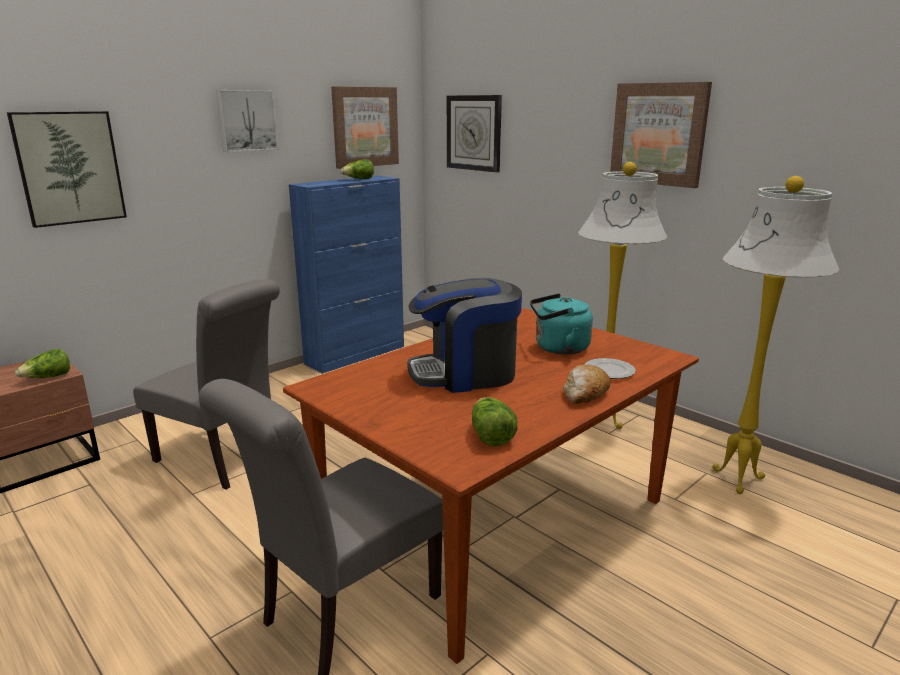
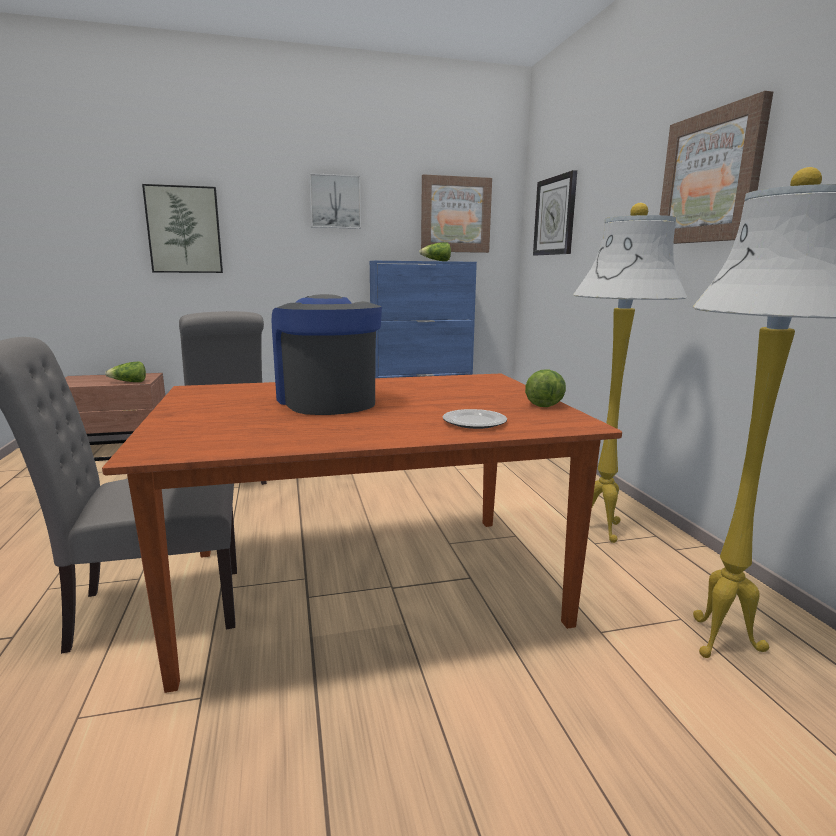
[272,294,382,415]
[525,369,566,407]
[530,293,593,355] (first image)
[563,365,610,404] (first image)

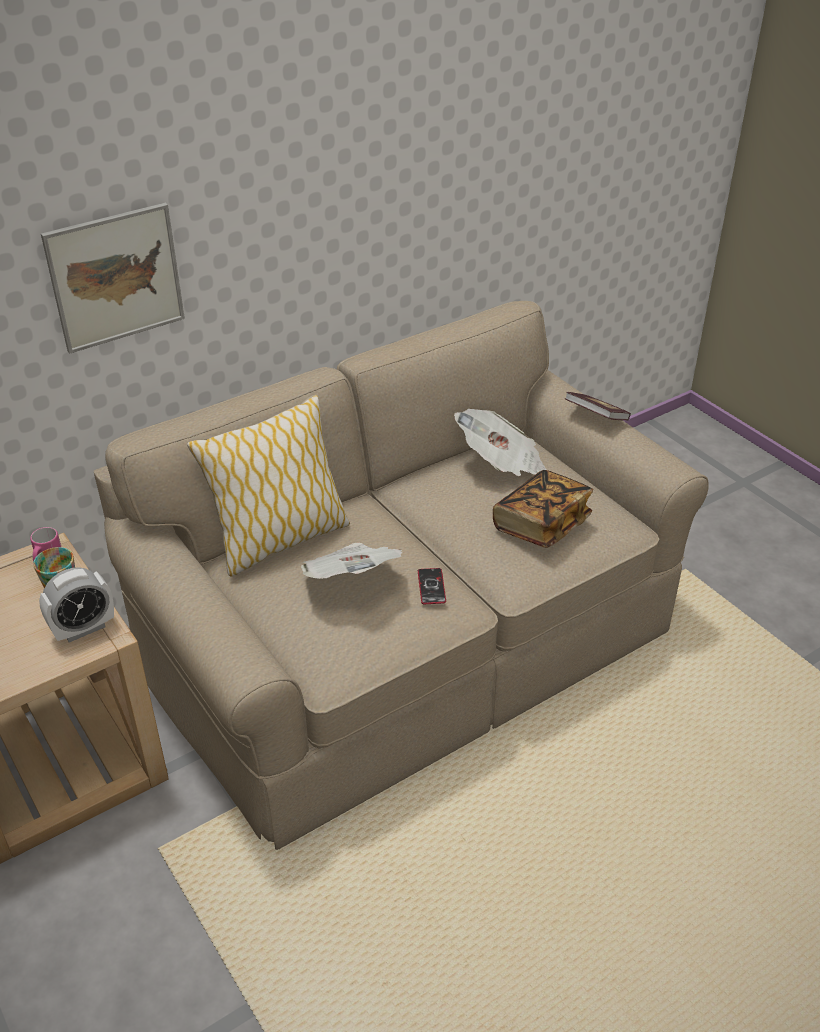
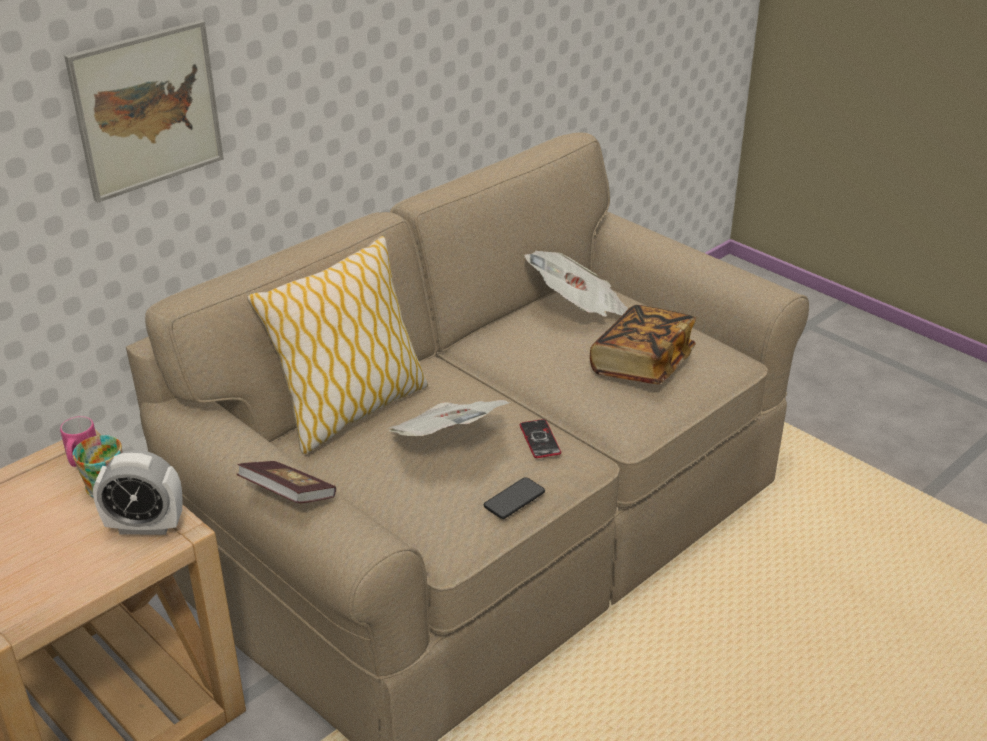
[93,450,183,535]
[237,461,336,503]
[484,477,545,519]

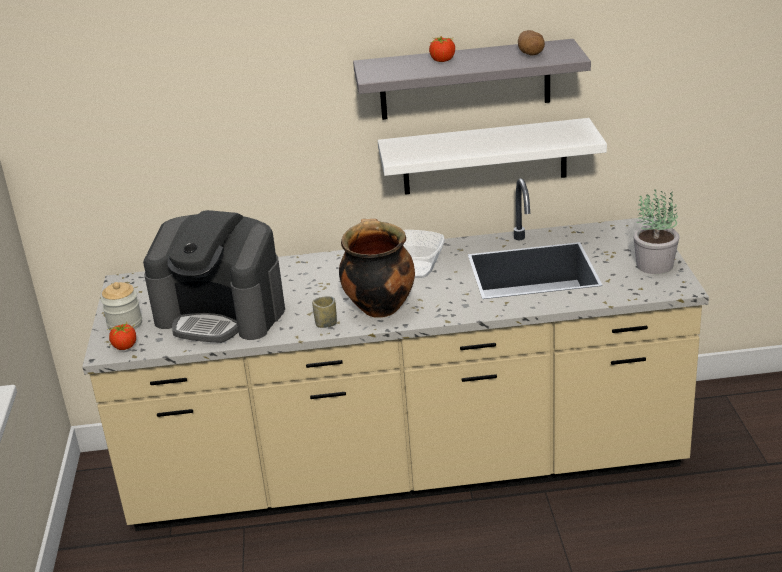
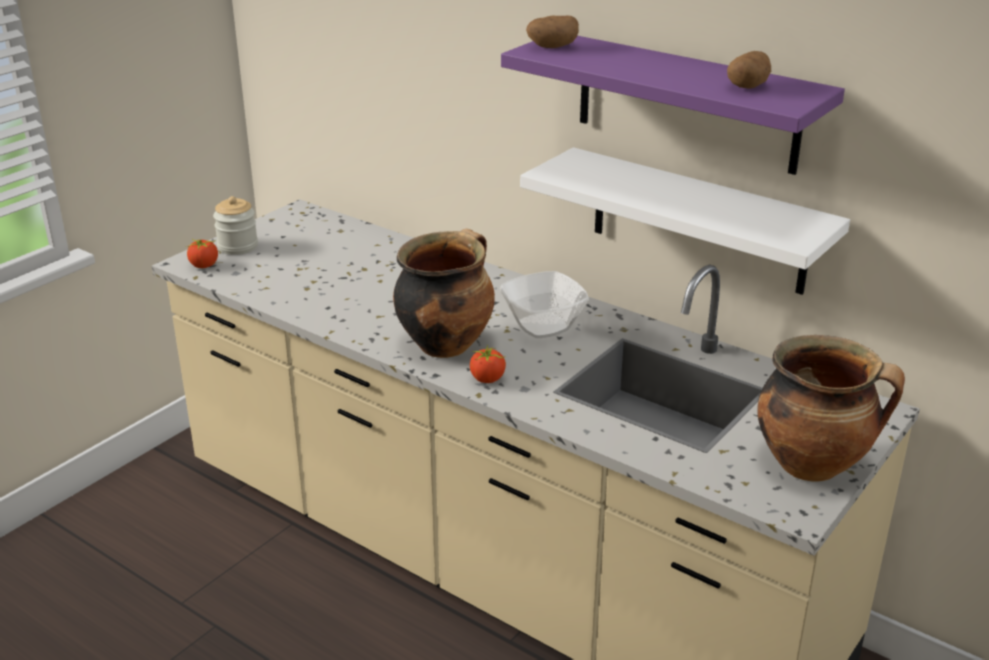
[143,210,285,343] (first image)
[312,296,337,328] (first image)
[501,36,845,175]
[470,344,506,383]
[757,335,905,482]
[526,16,579,48]

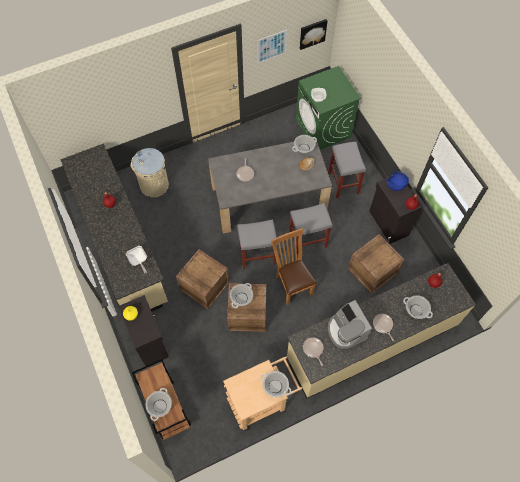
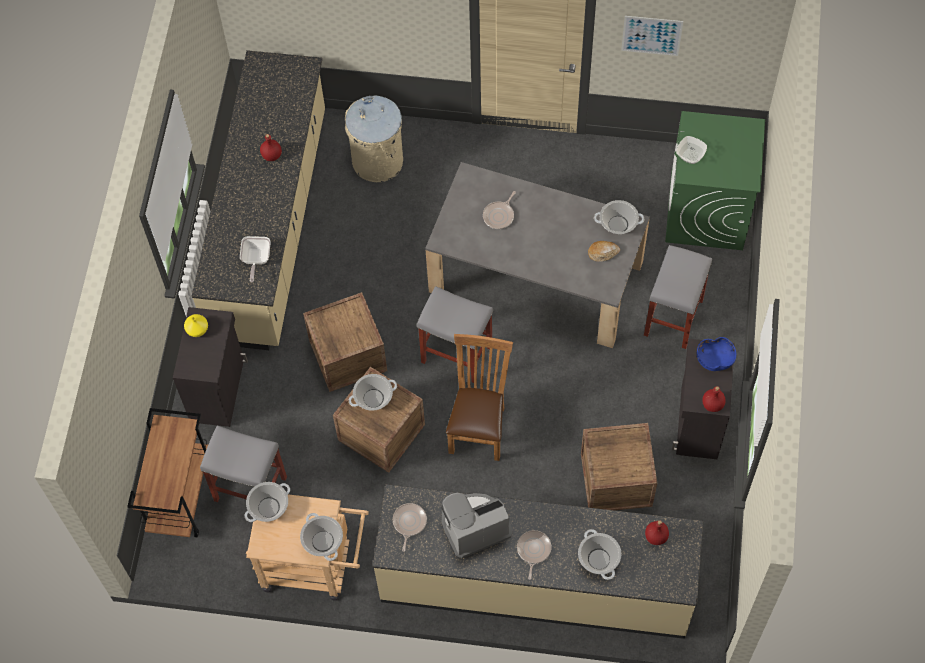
[244,482,290,522]
[200,425,287,502]
[300,19,328,50] (first image)
[441,493,513,558]

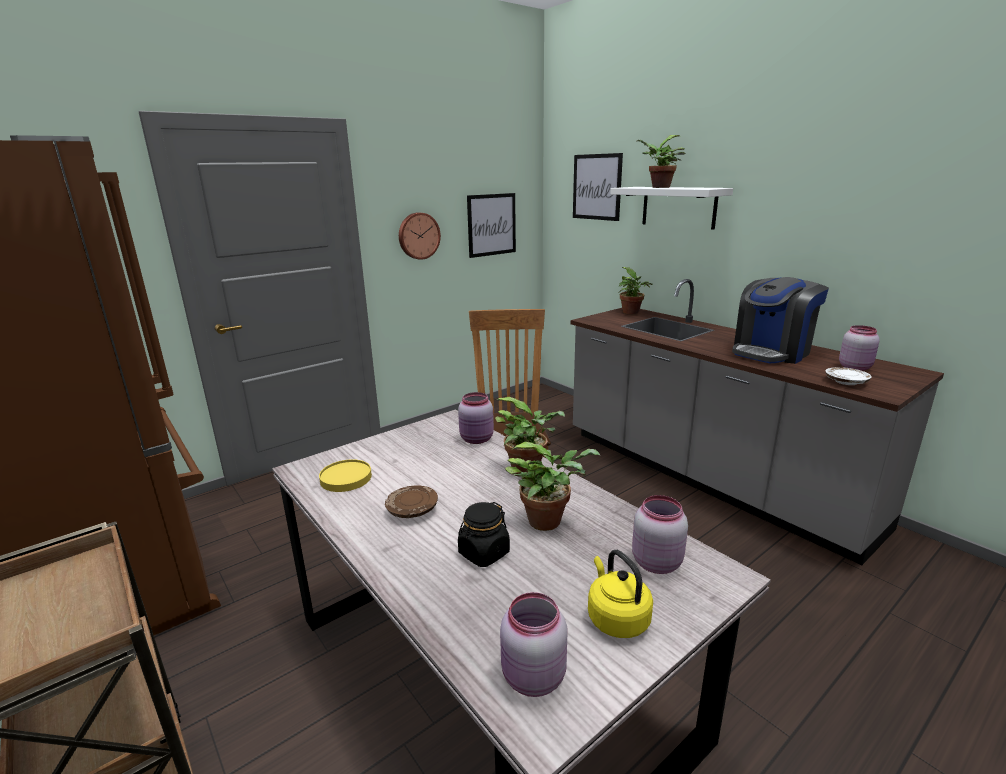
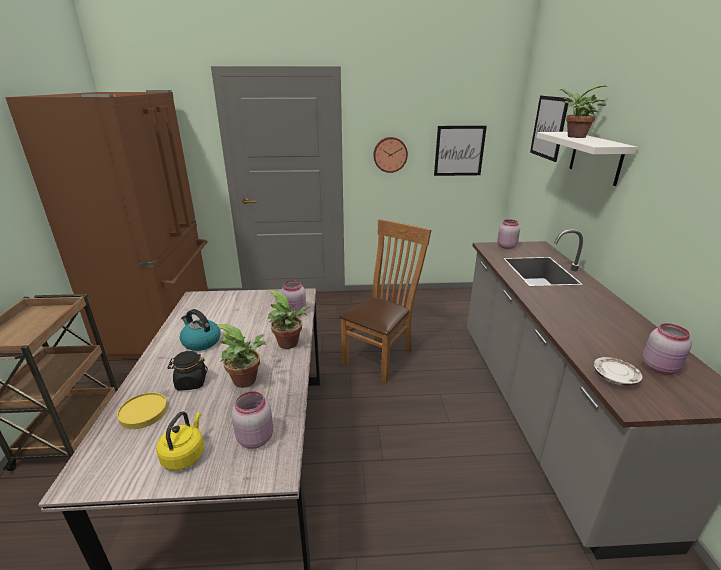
[117,392,168,429]
[180,309,221,351]
[497,219,520,249]
[619,267,652,314] (first image)
[732,277,829,364] (first image)

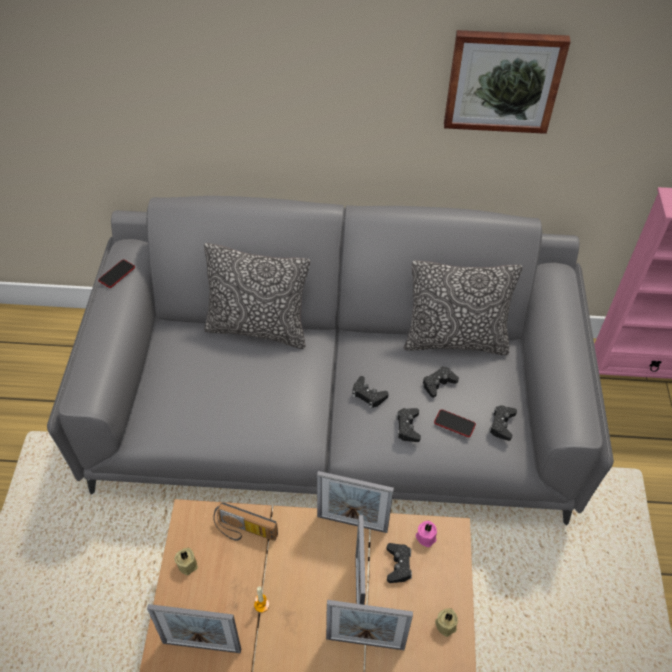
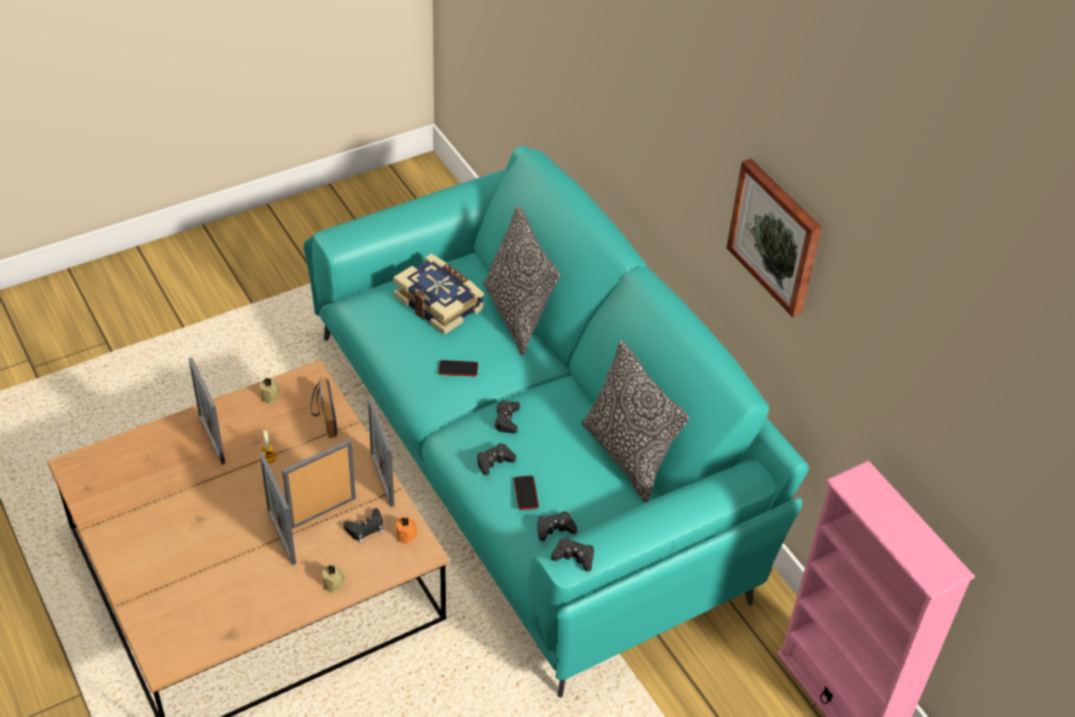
[304,146,809,698]
[439,360,478,376]
[396,517,418,544]
[551,537,594,571]
[393,254,484,335]

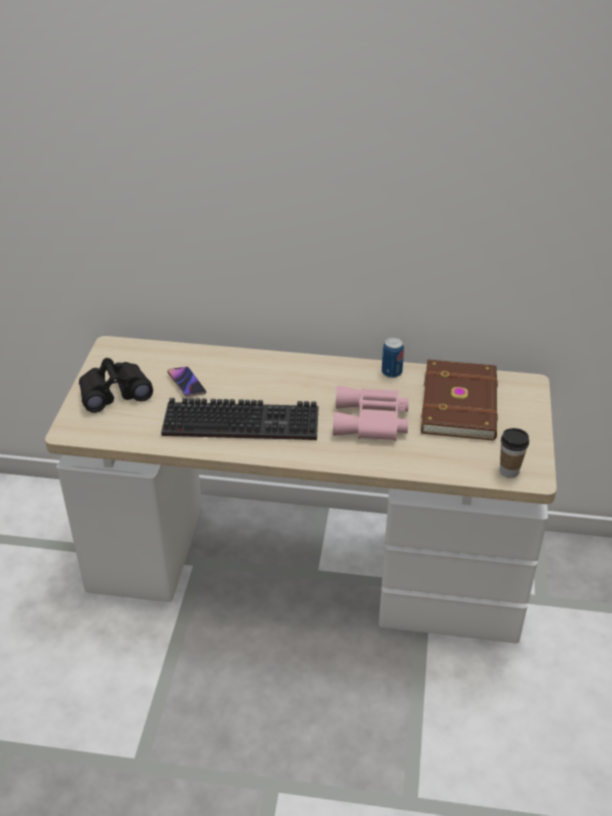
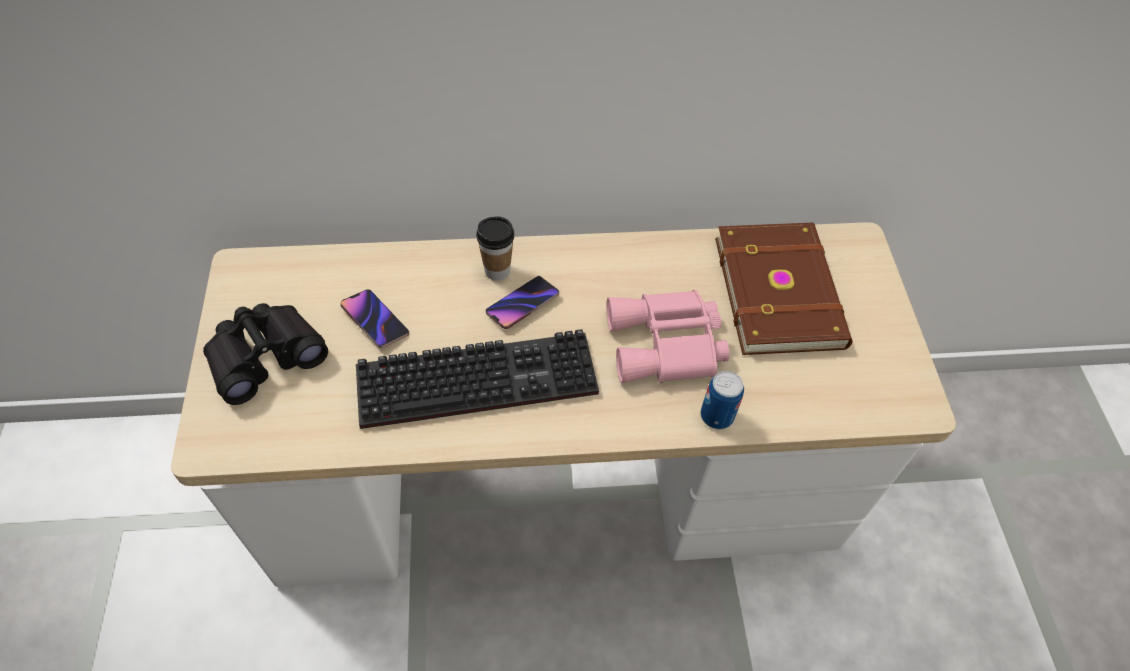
[701,371,744,429]
[476,216,514,281]
[485,276,559,329]

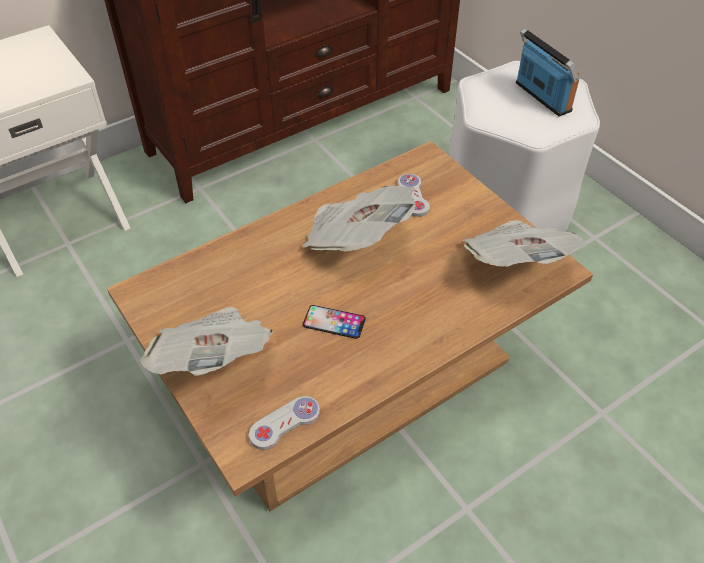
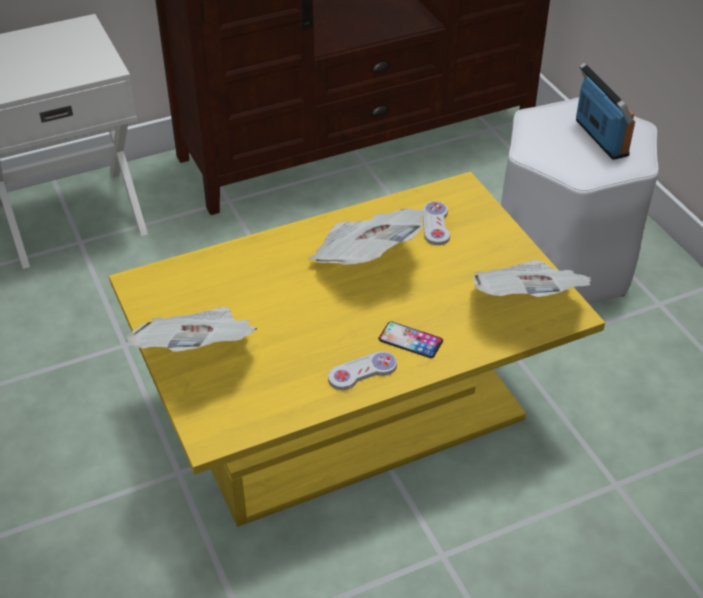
[109,172,605,527]
[328,351,397,390]
[378,322,443,358]

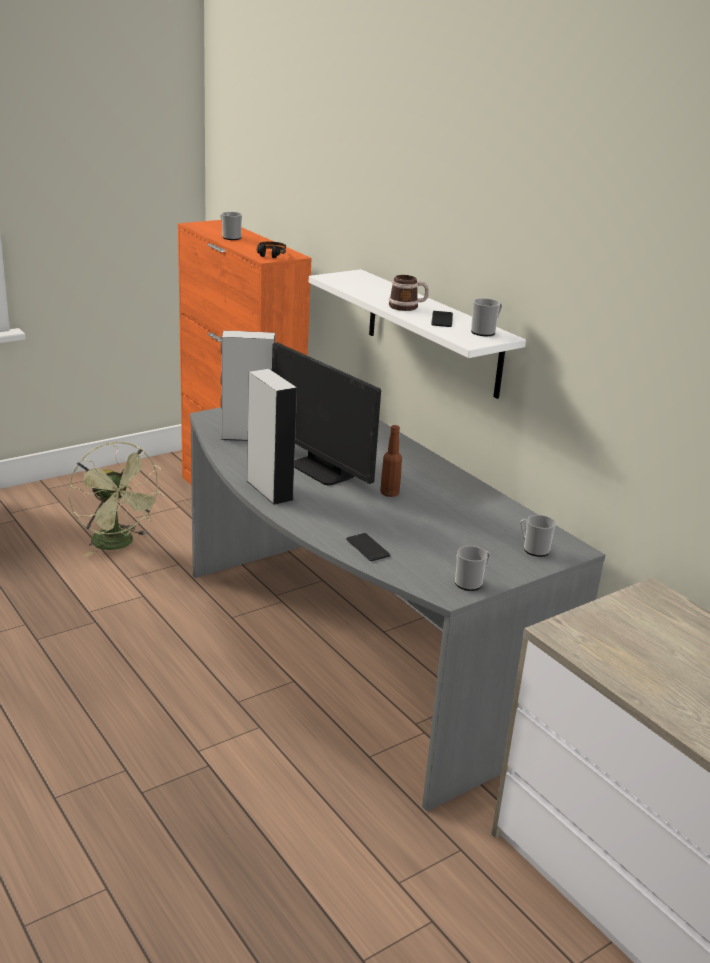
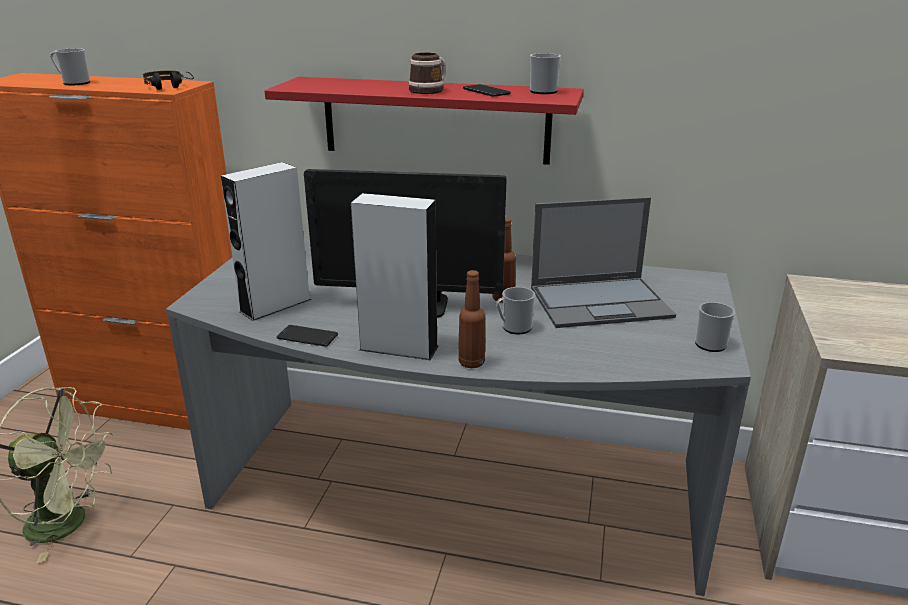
[265,77,584,165]
[277,325,338,347]
[496,287,535,334]
[458,270,485,368]
[531,197,676,328]

